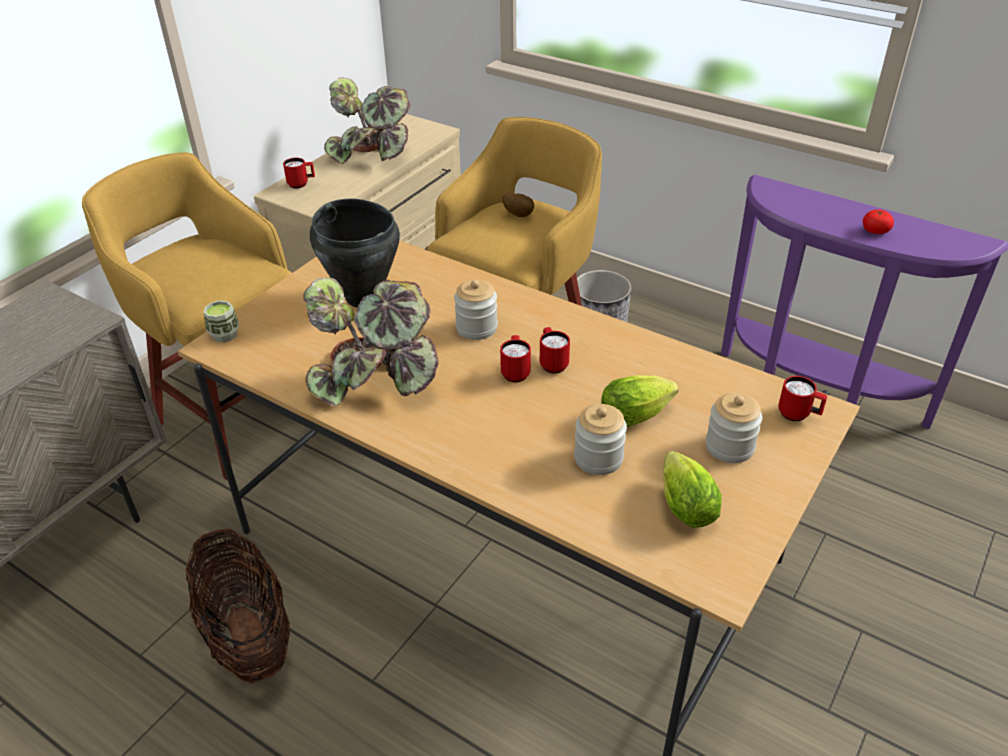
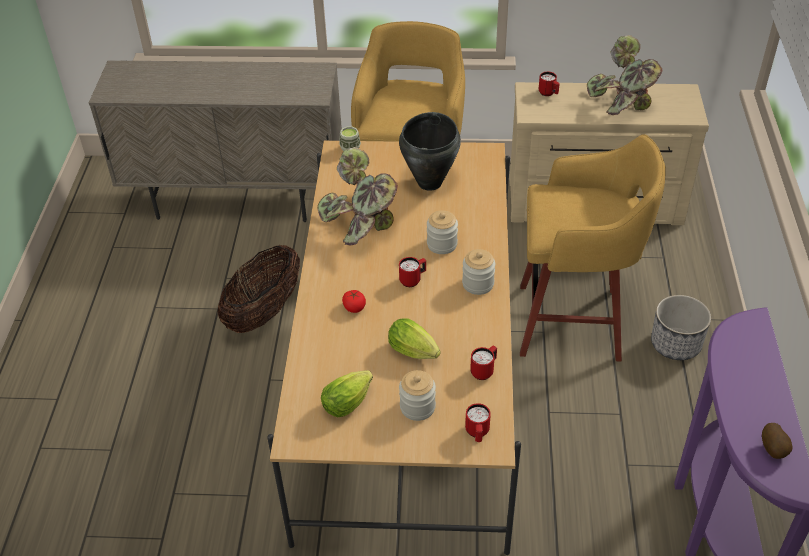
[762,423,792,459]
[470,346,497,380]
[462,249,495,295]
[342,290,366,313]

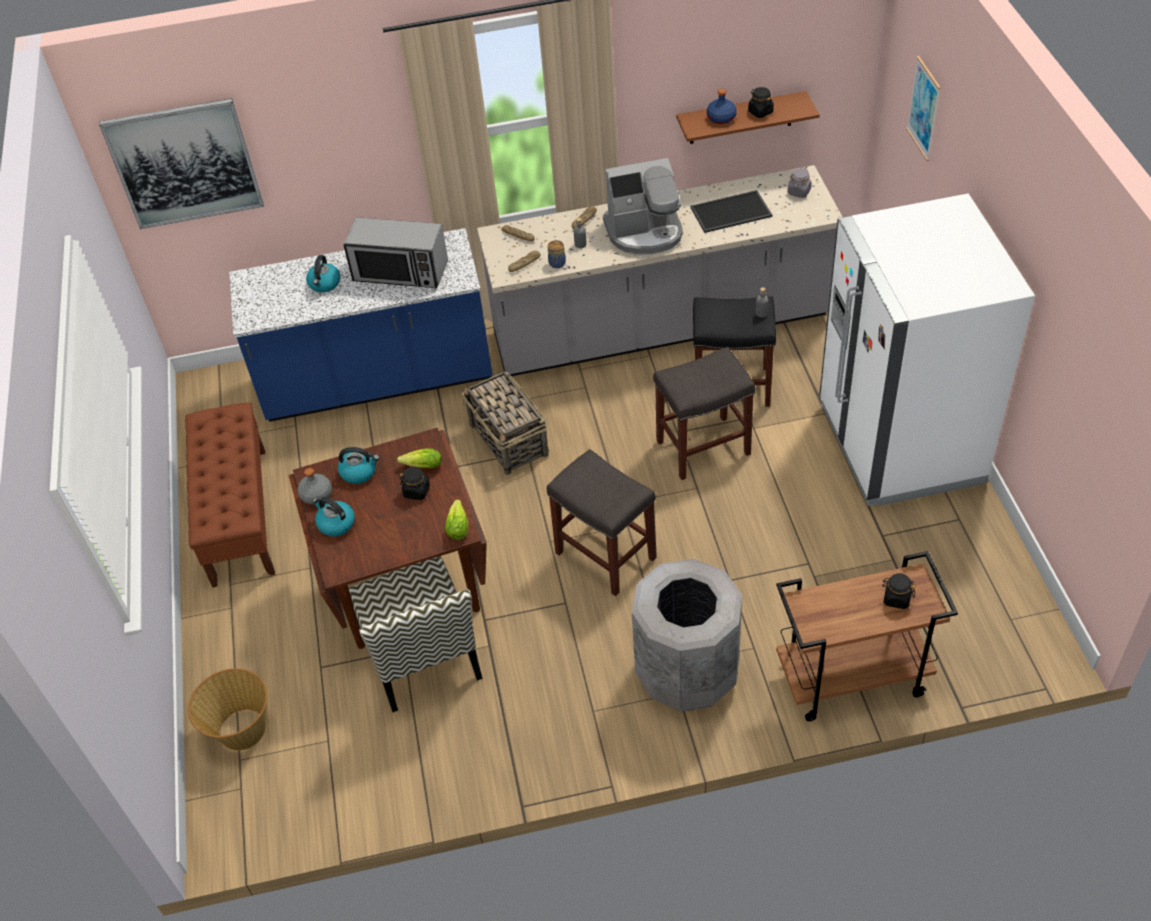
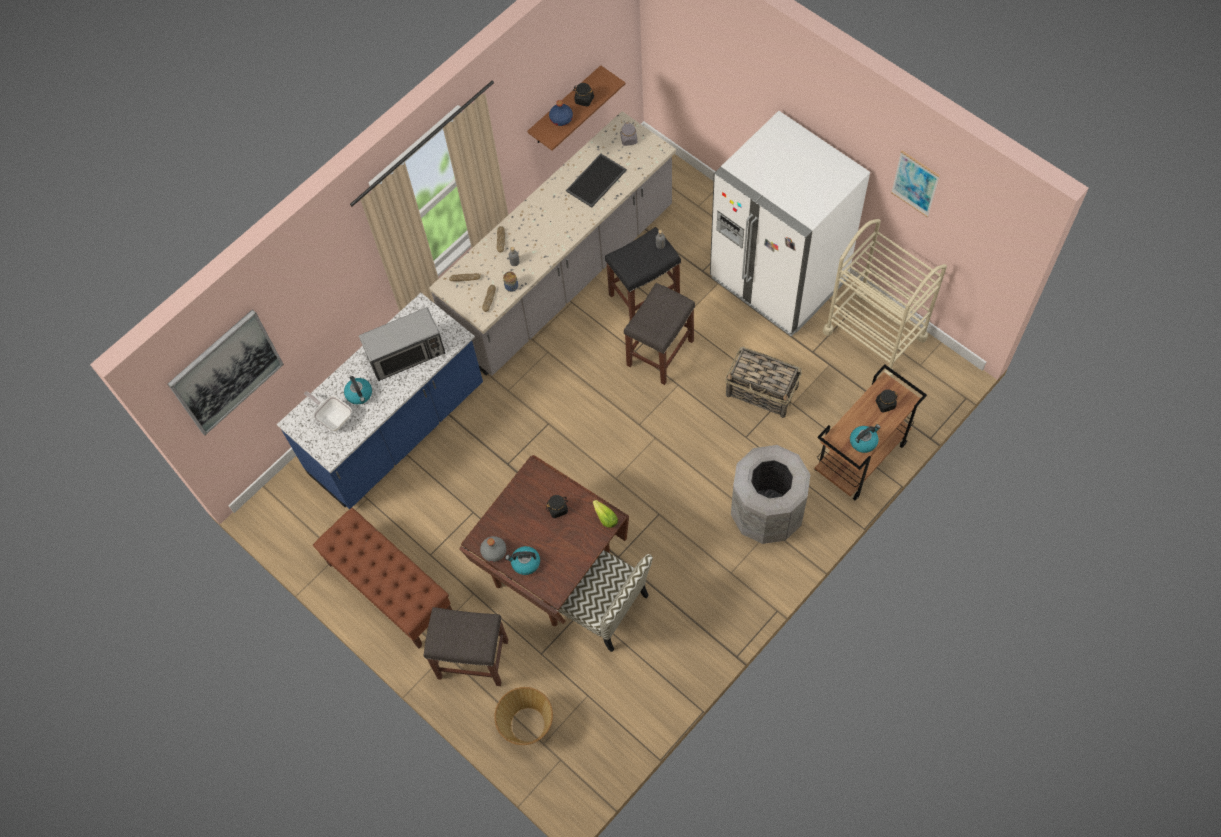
[850,424,880,453]
[397,448,442,468] (first image)
[725,347,802,418]
[424,607,508,686]
[603,158,683,255] (first image)
[891,151,940,217]
[304,391,352,431]
[822,219,947,377]

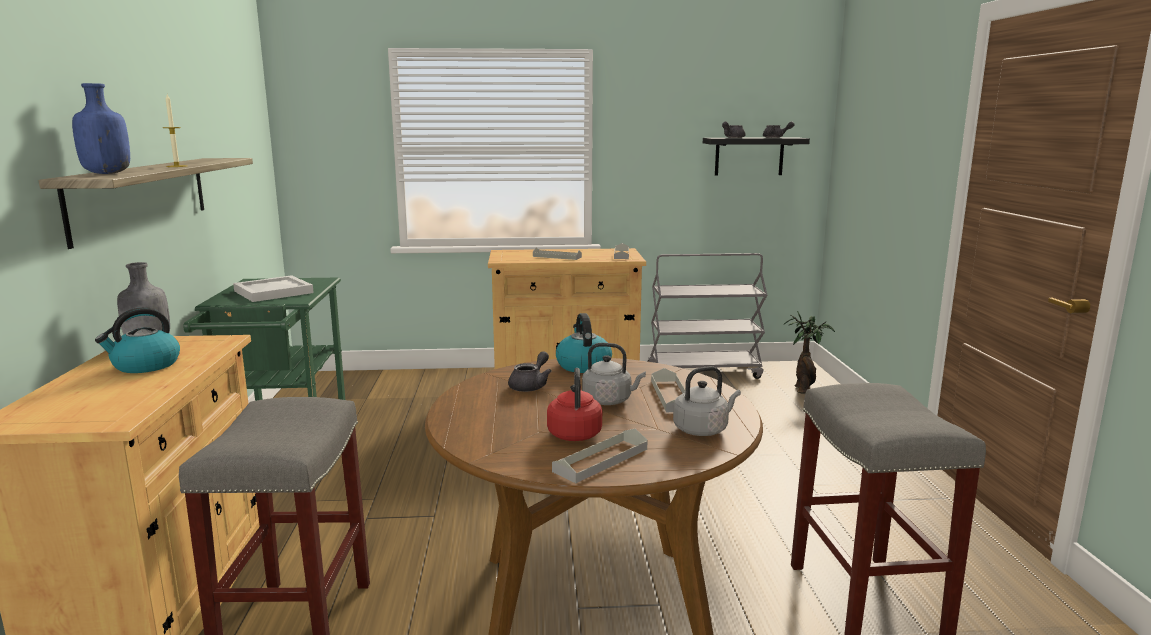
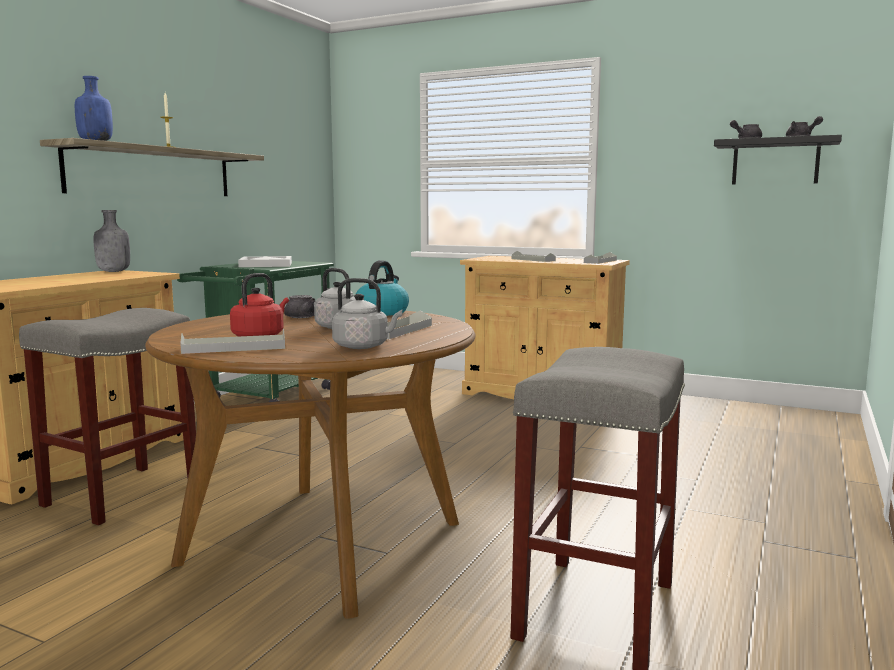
[95,307,180,373] (first image)
[647,253,767,379] (first image)
[784,311,835,394] (first image)

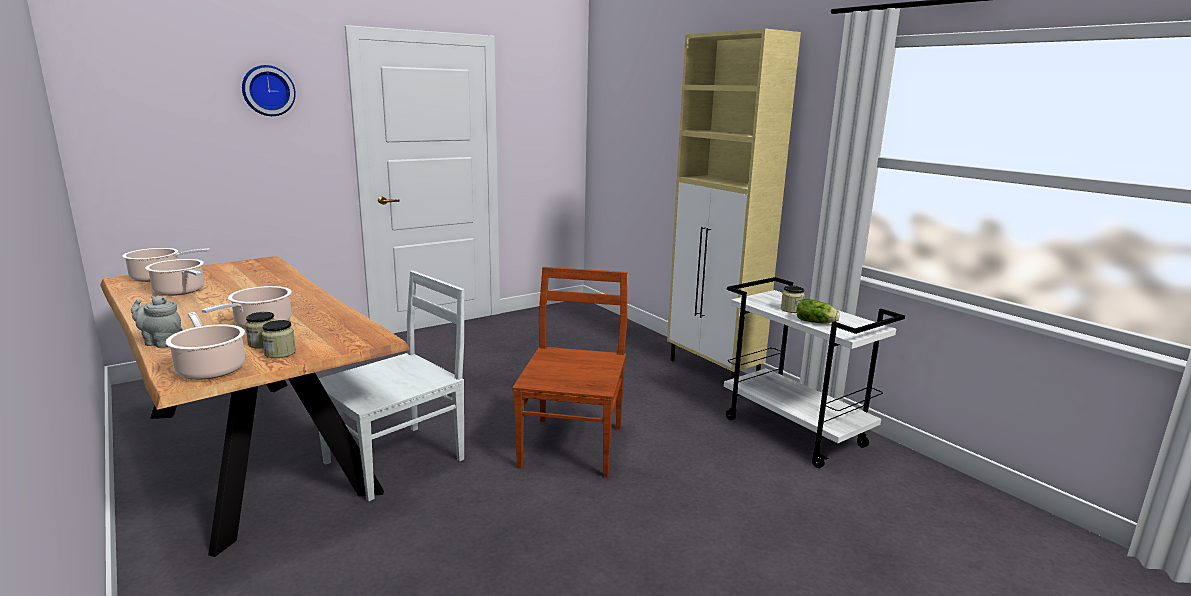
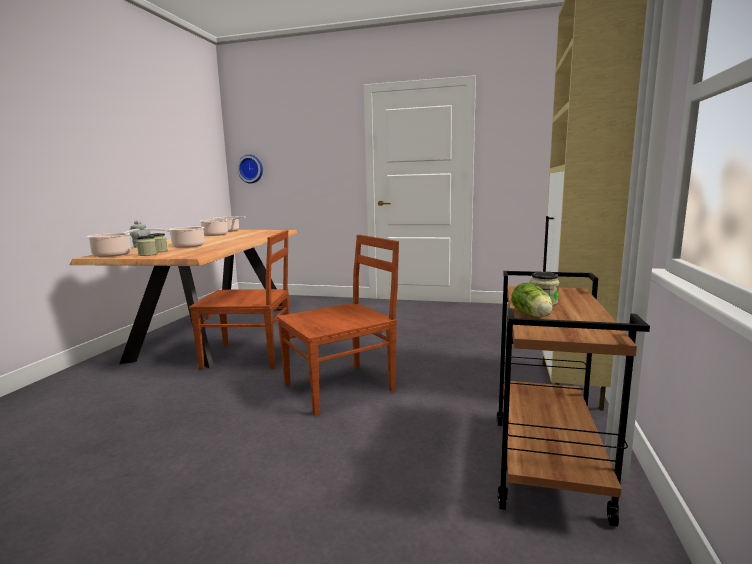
[237,154,263,184]
[189,230,290,369]
[497,271,650,527]

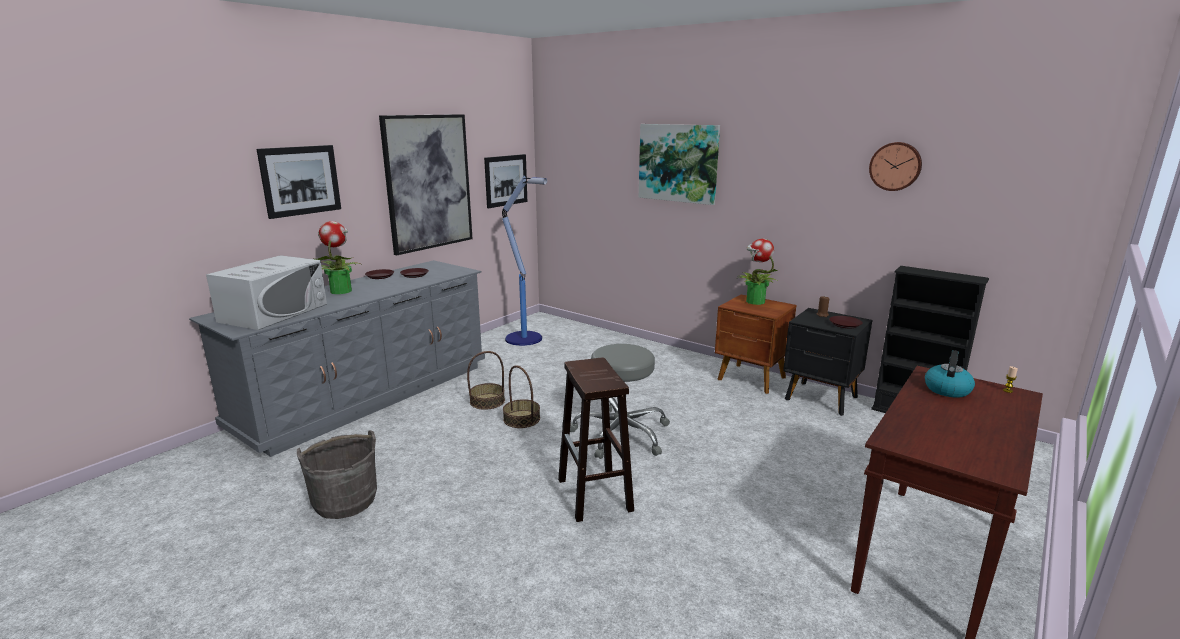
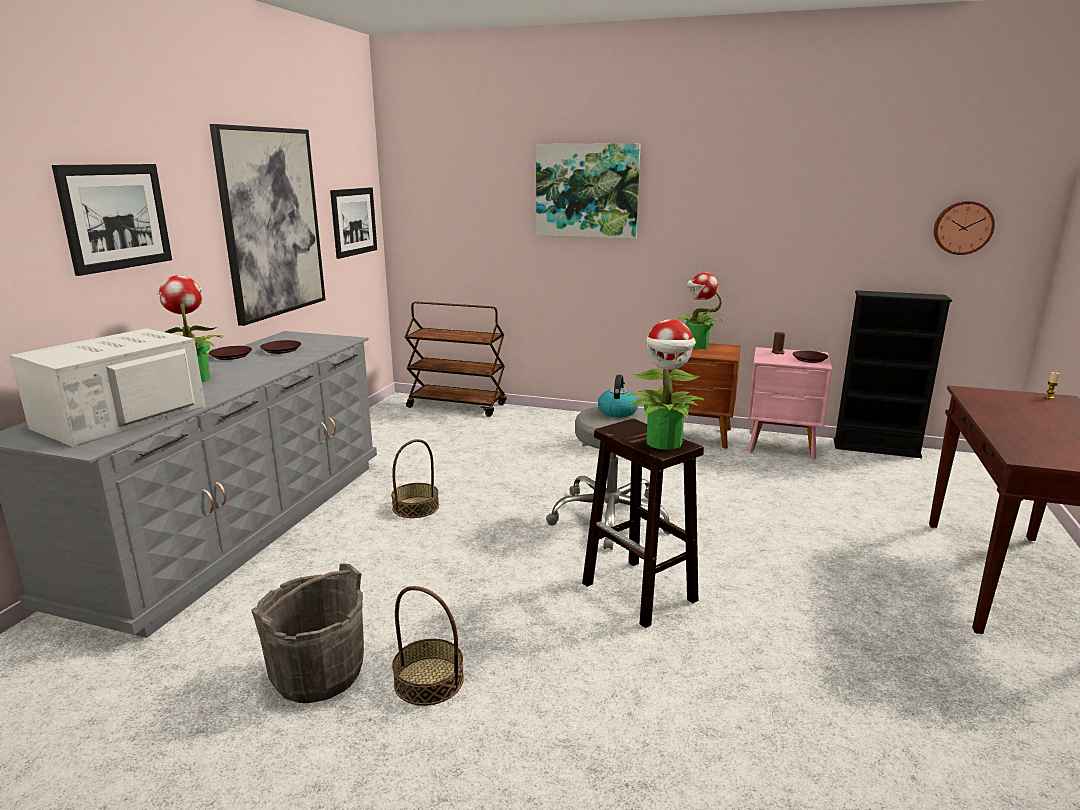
[10,328,206,447]
[502,176,547,346] (first image)
[392,586,464,706]
[748,347,832,460]
[934,201,995,255]
[598,375,638,417]
[405,302,507,417]
[627,319,705,450]

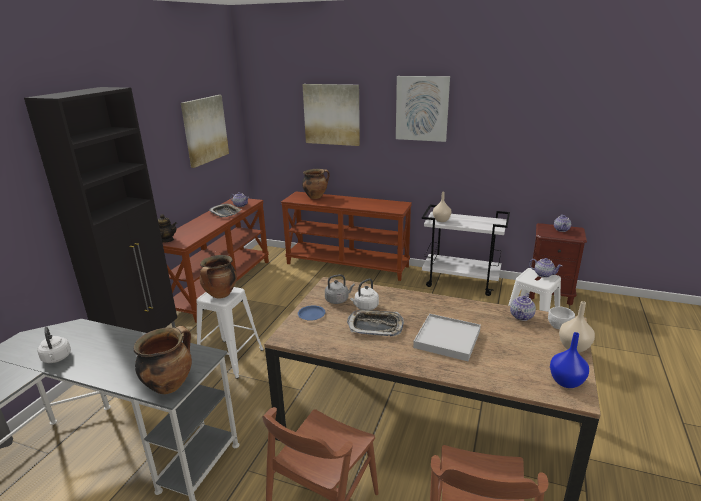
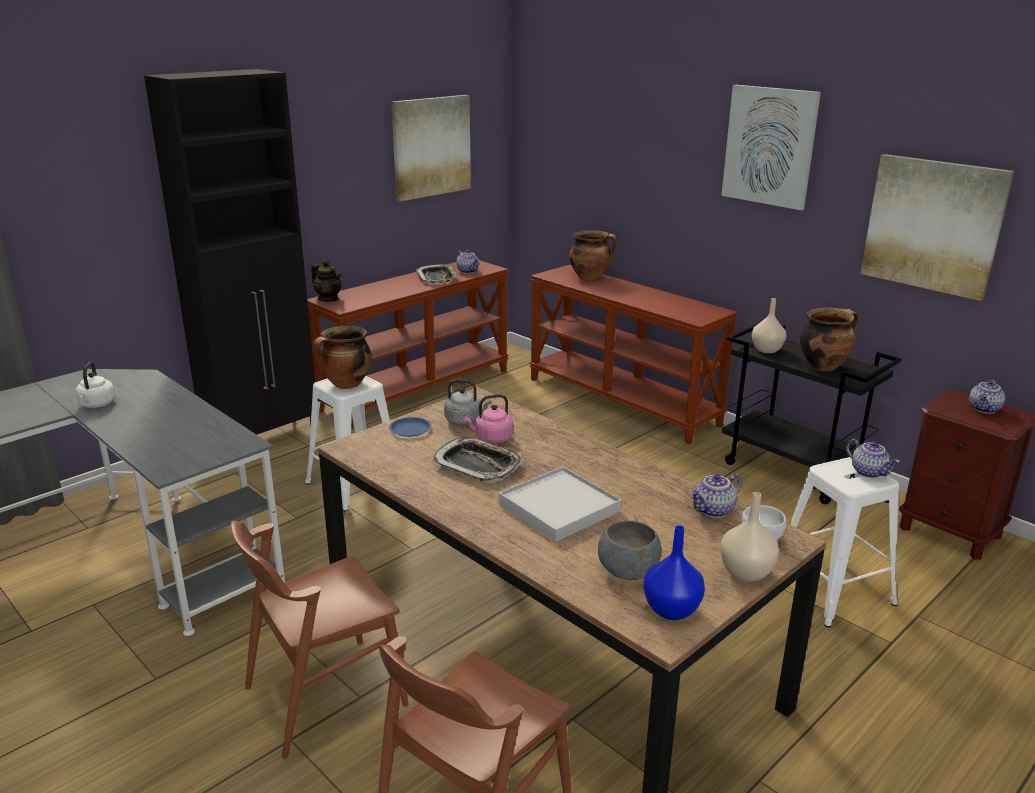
[800,307,858,371]
[860,154,1014,301]
[464,394,513,443]
[722,324,902,504]
[598,521,662,580]

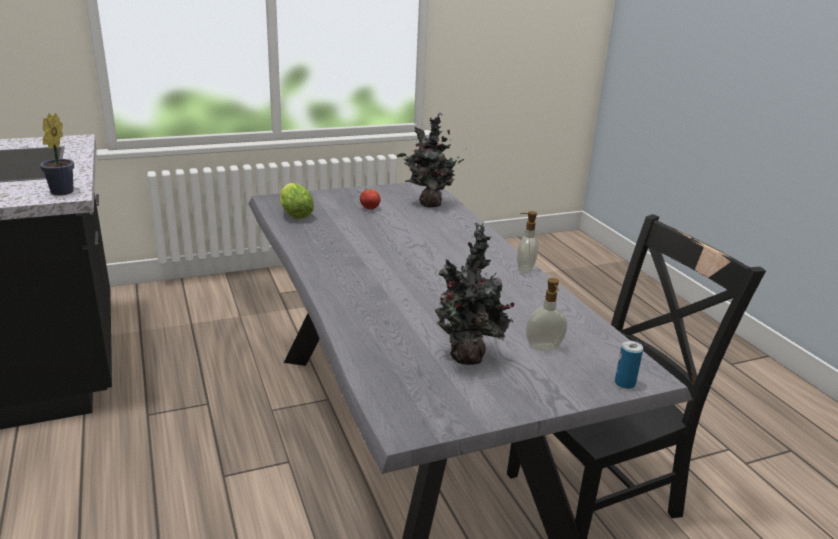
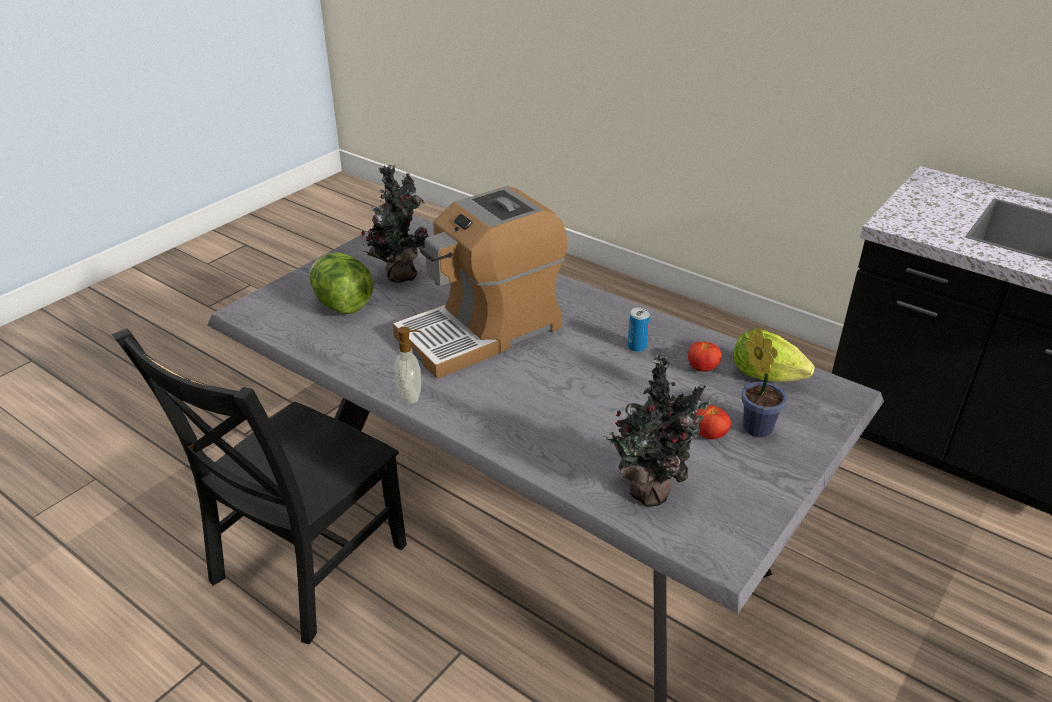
[742,328,787,437]
[310,252,373,314]
[628,308,650,352]
[393,186,568,379]
[688,342,722,371]

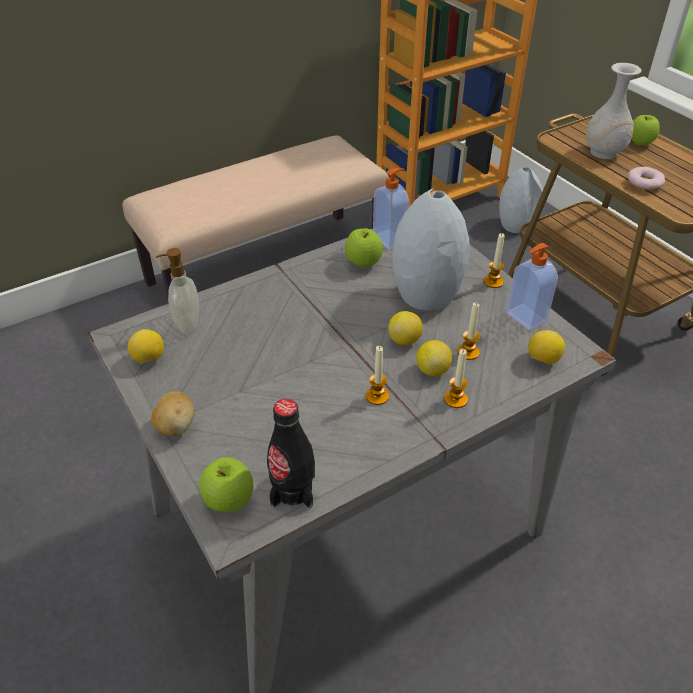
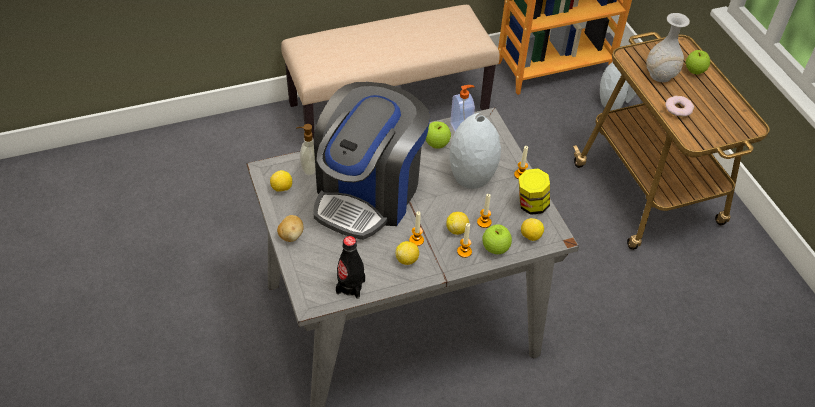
[482,224,512,254]
[396,241,419,265]
[519,168,550,215]
[314,82,430,240]

